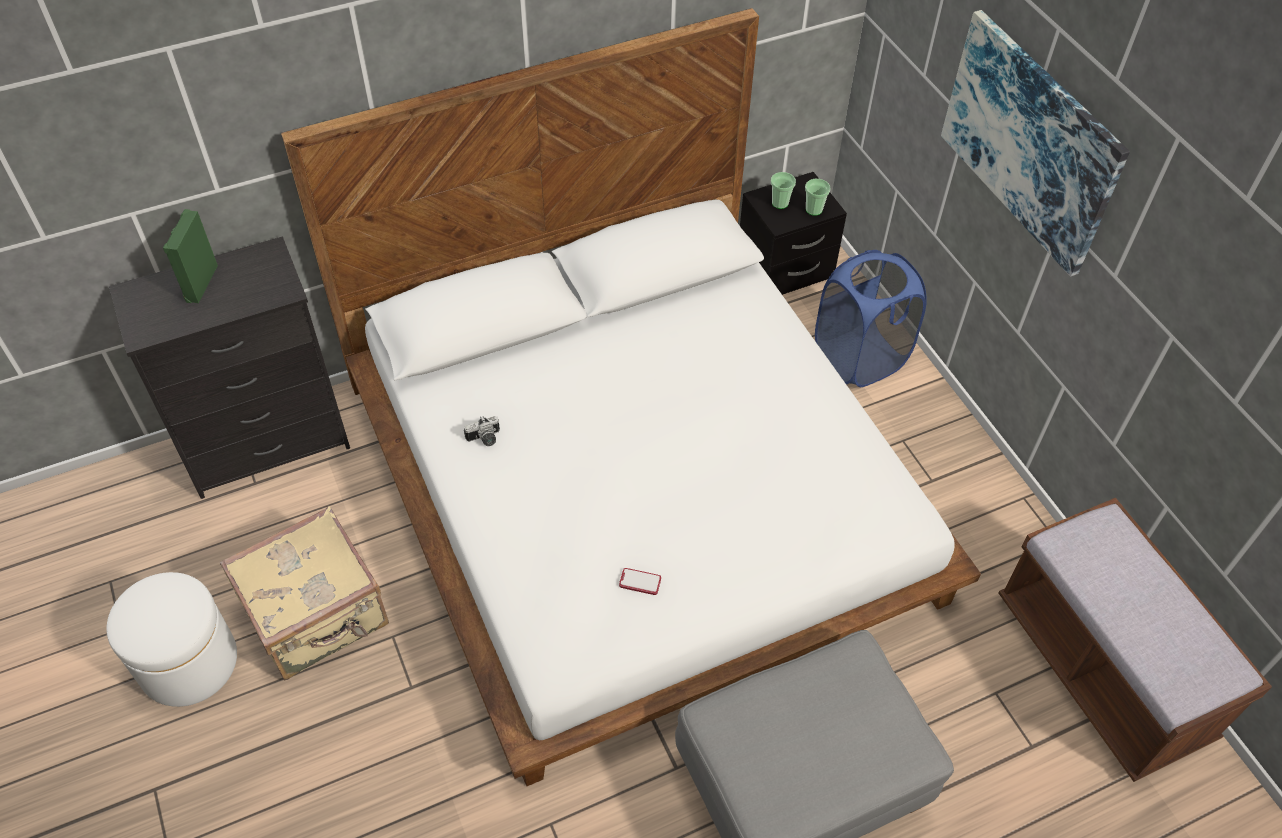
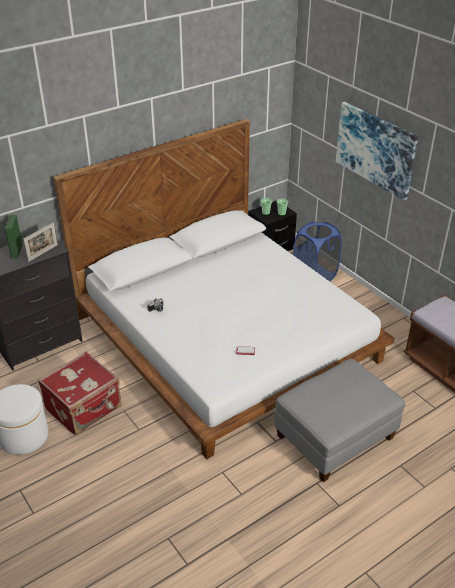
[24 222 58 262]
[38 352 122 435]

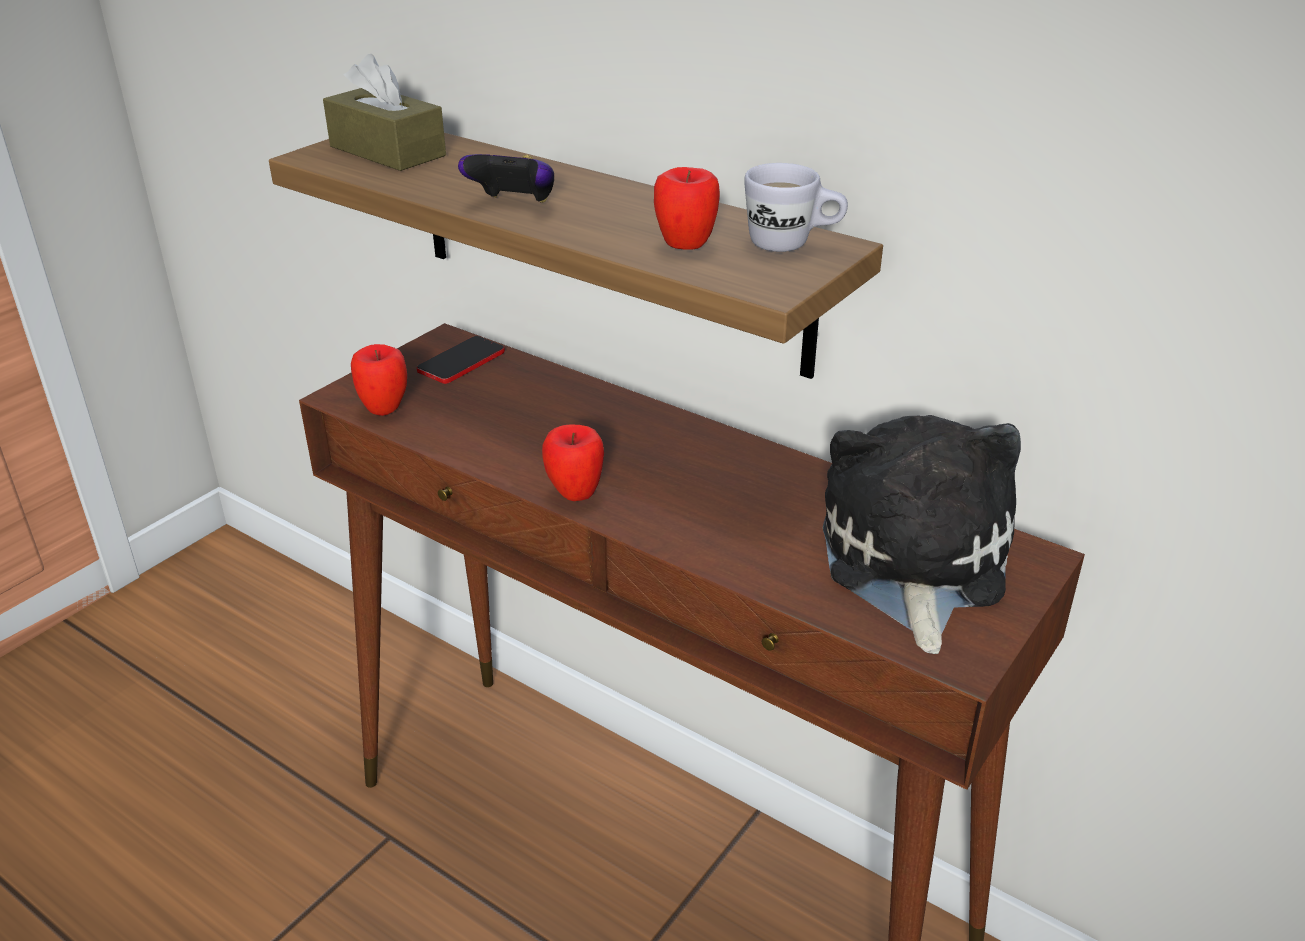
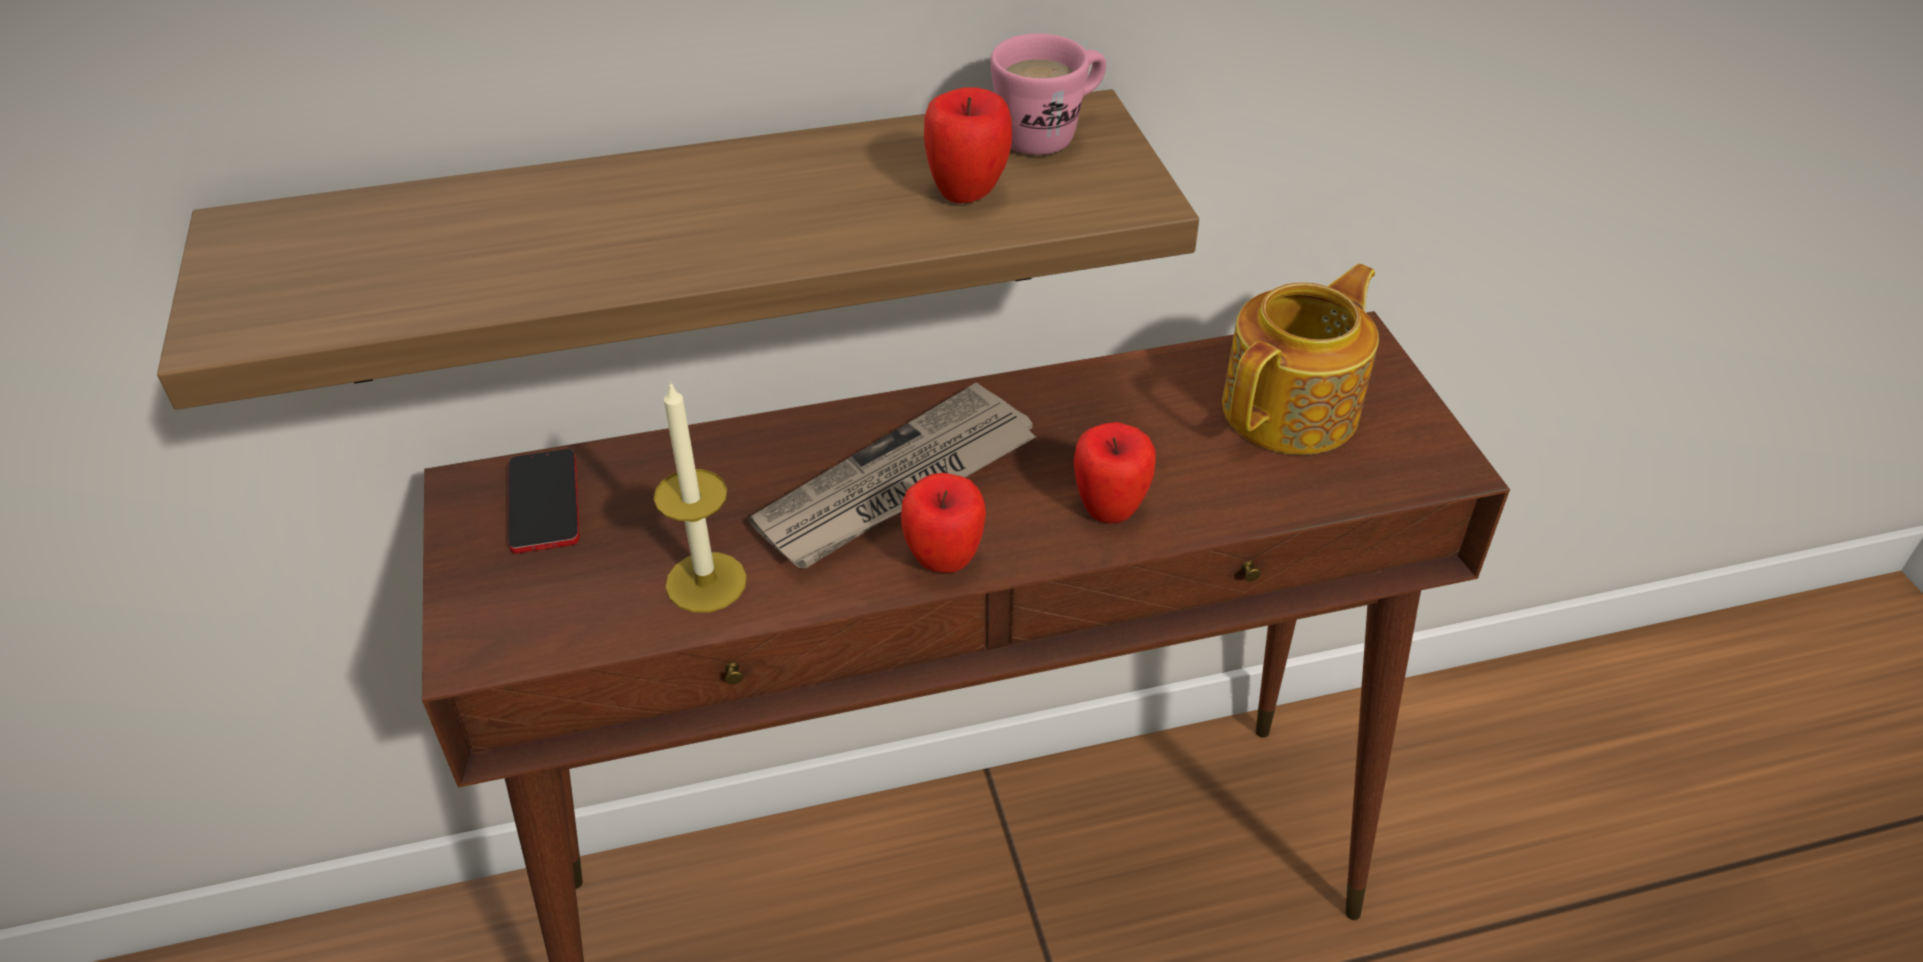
[654 381 747 613]
[748 382 1037 568]
[990 33 1106 155]
[1074 422 1156 523]
[1222 264 1379 455]
[323 54 446 171] (first image)
[458 154 554 203] (first image)

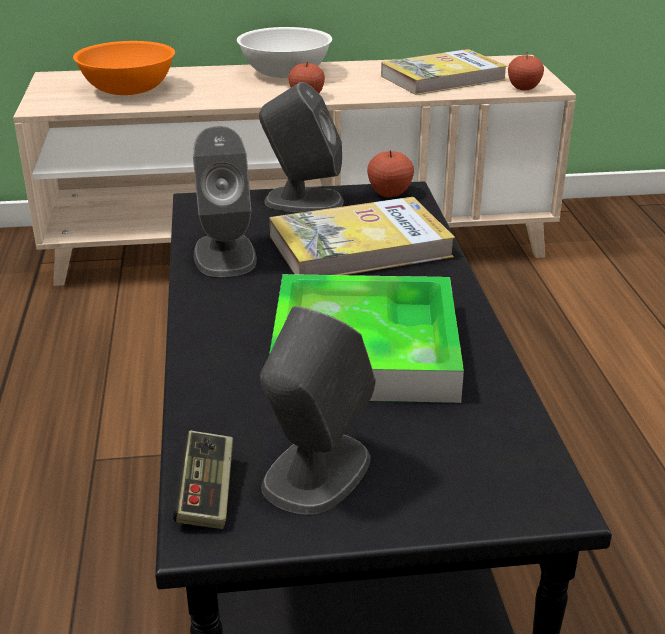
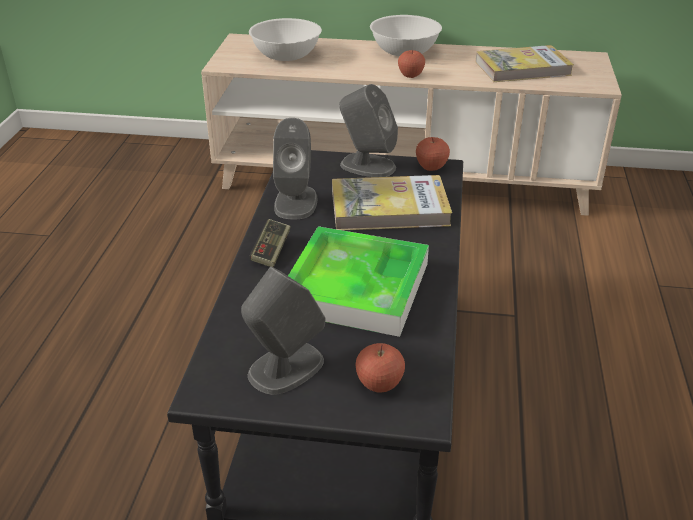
[249 18 322 61]
[250 219 291 267]
[355 343 405 393]

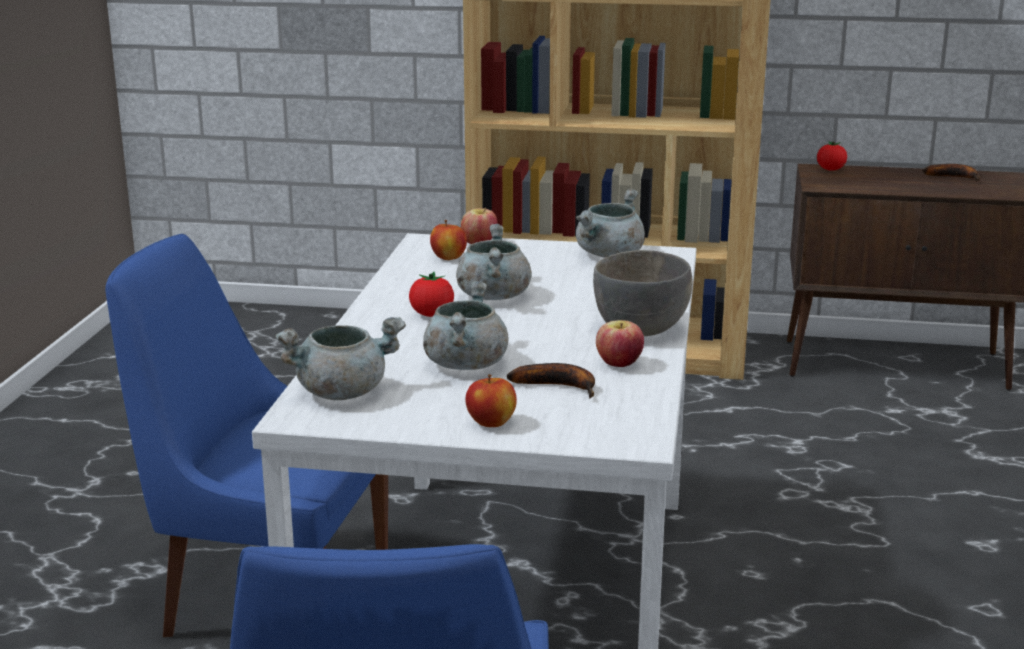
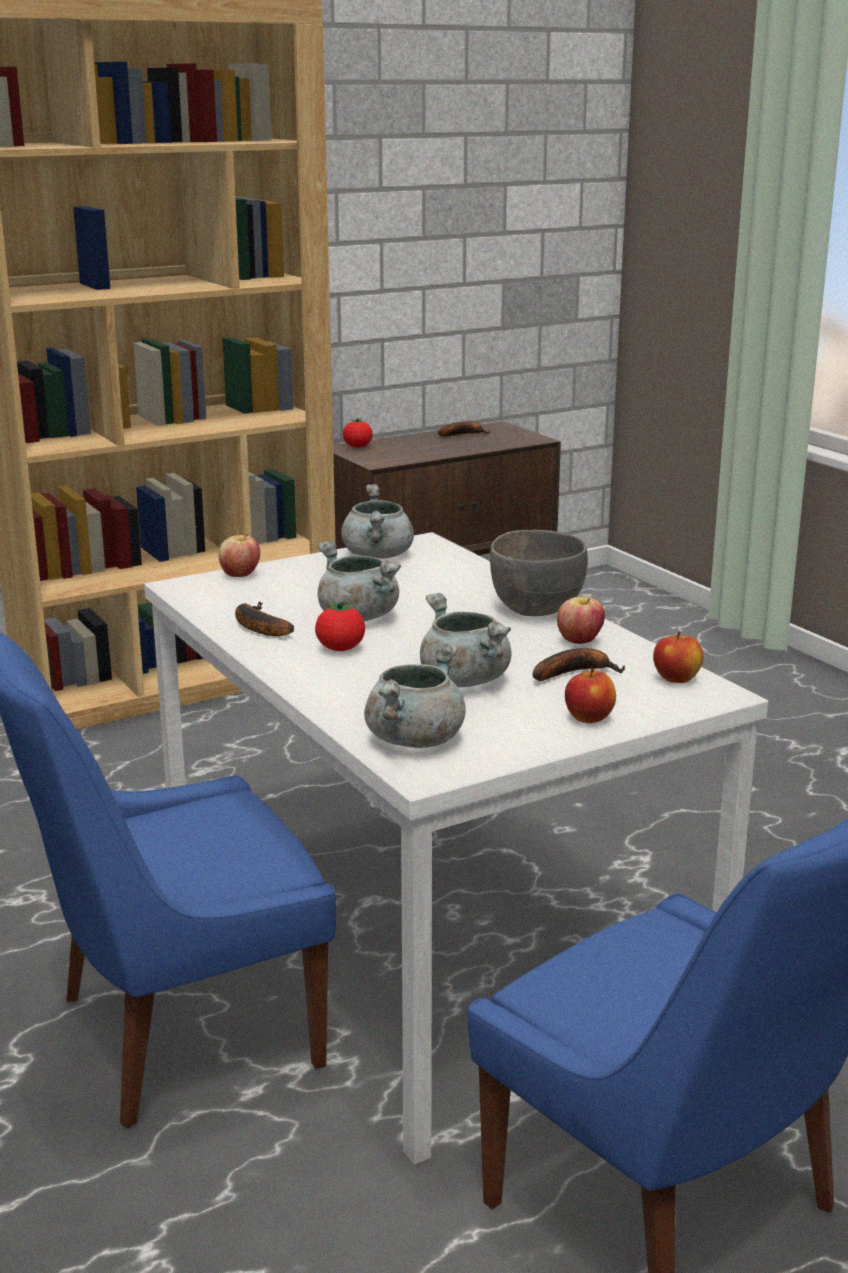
[235 601 294 637]
[653 631 703 683]

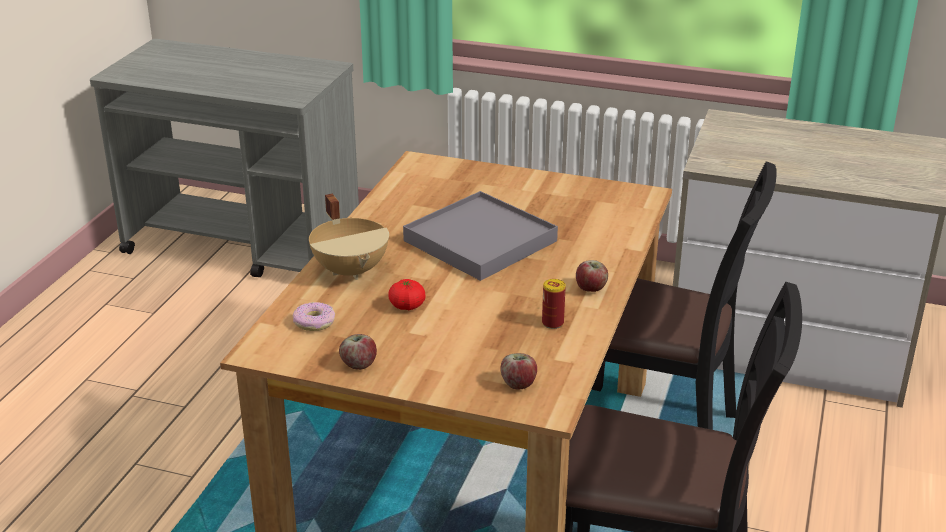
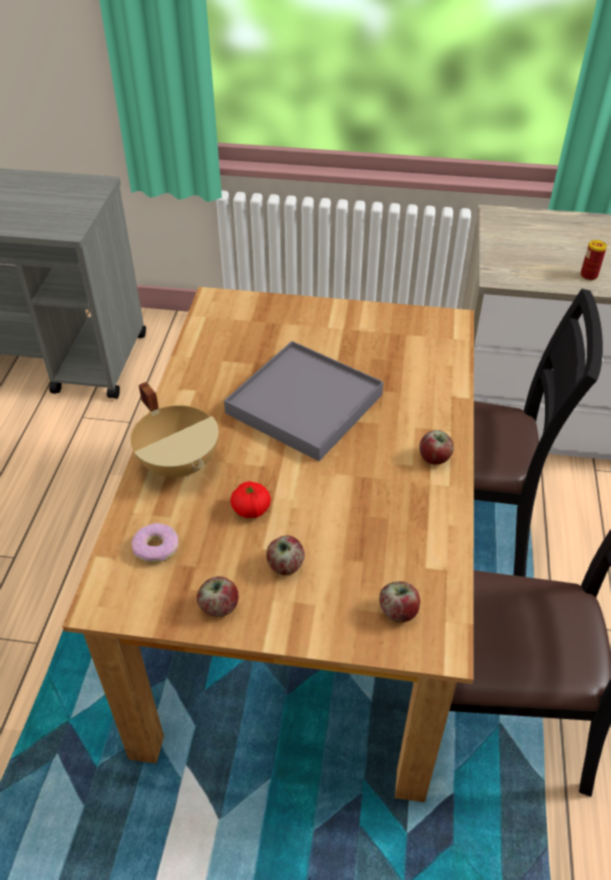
[266 535 305 575]
[580 240 607 280]

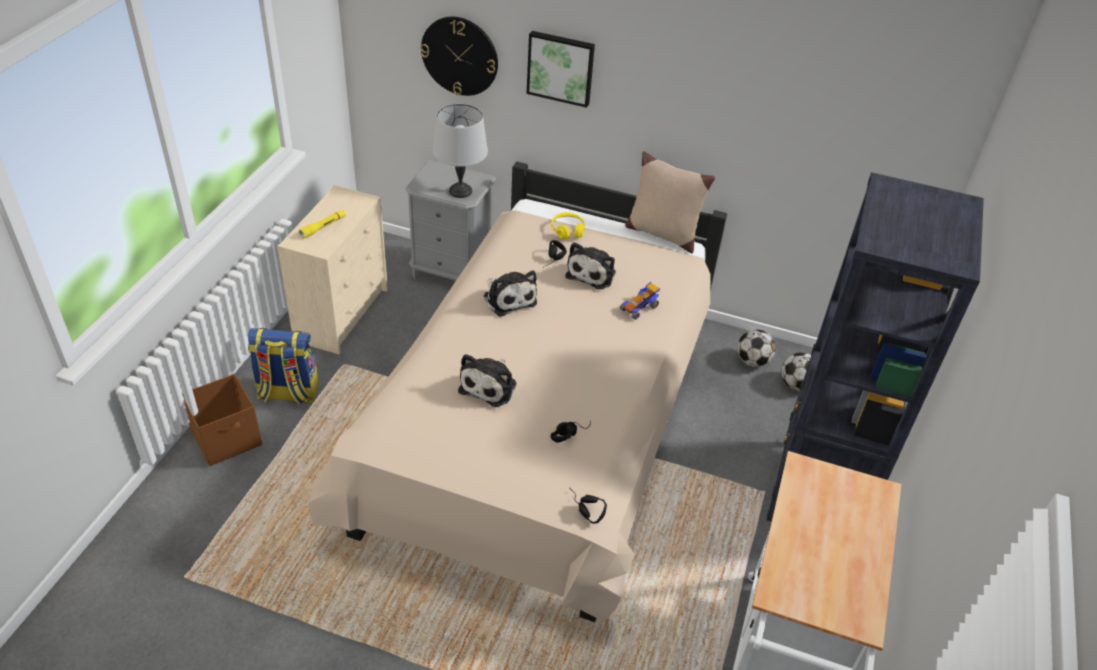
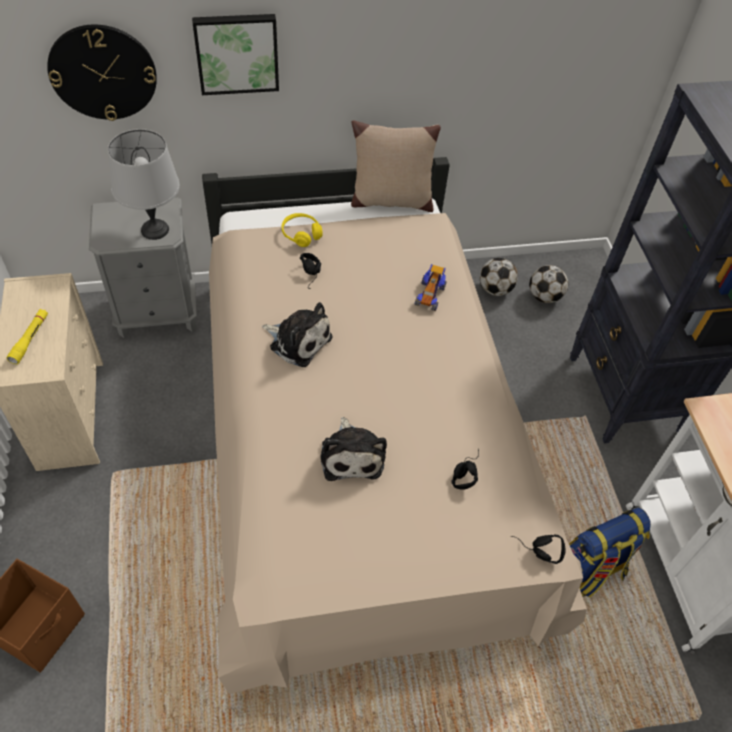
[569 508 651 597]
[565 242 616 289] (first image)

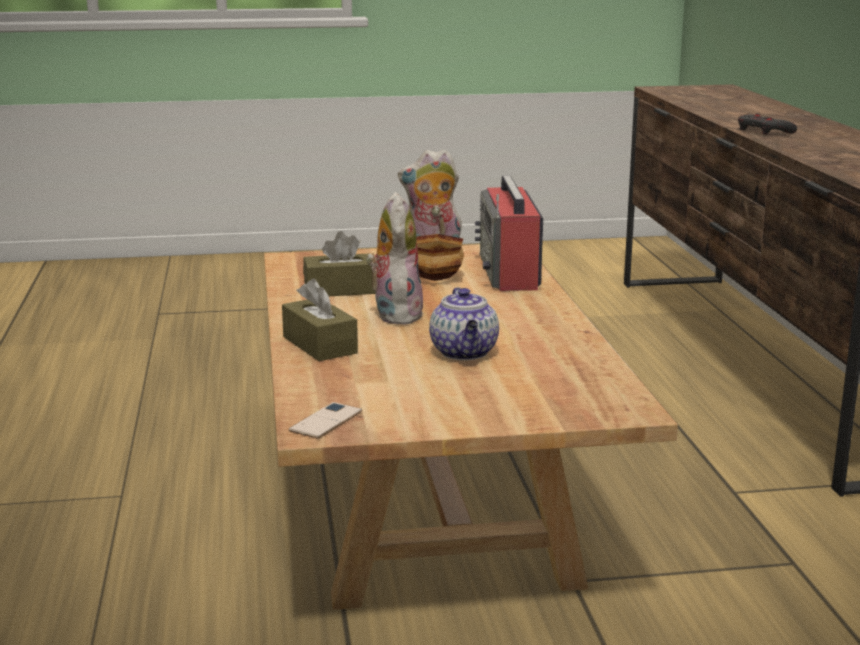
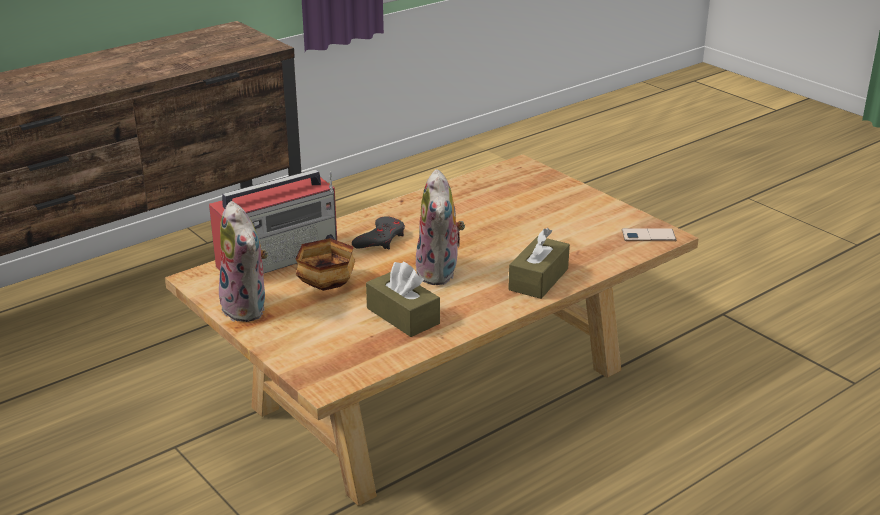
[352 216 405 249]
[416 169 465 285]
[429 287 499 361] (first image)

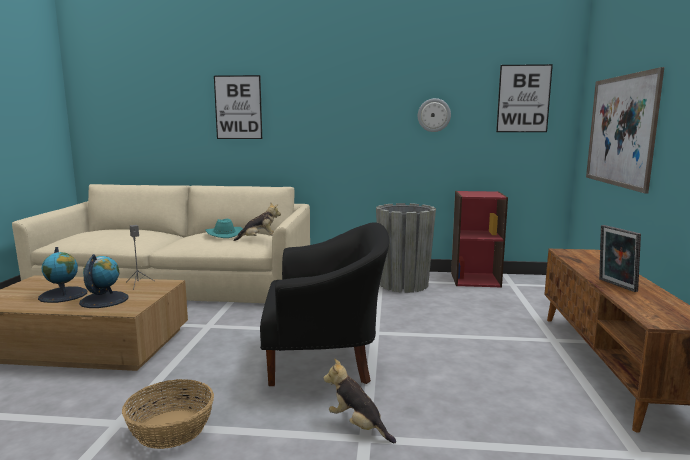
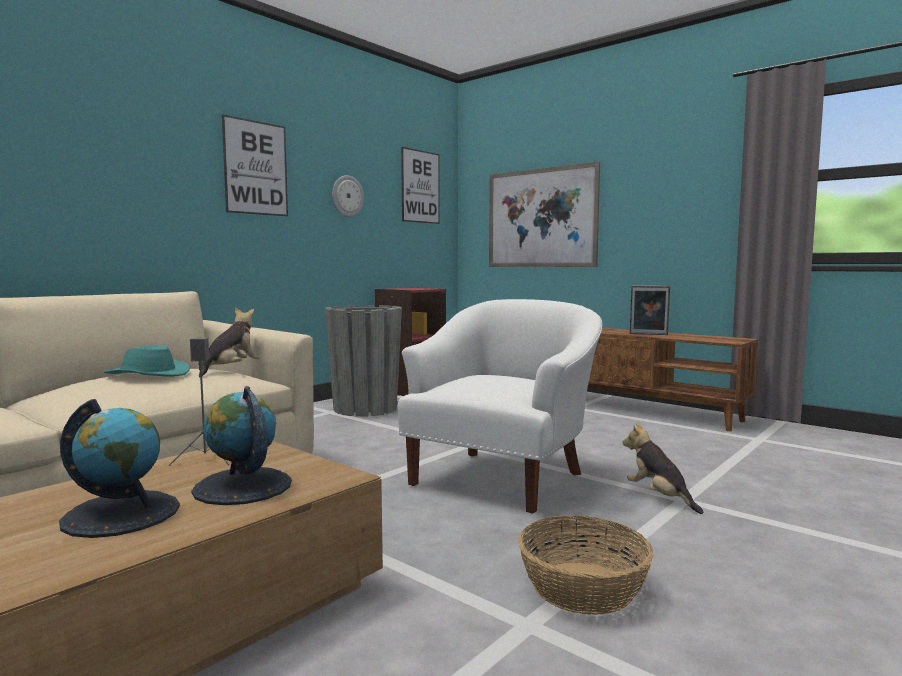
[222 115 288 216]
[397 299 602 514]
[623 422 704 514]

